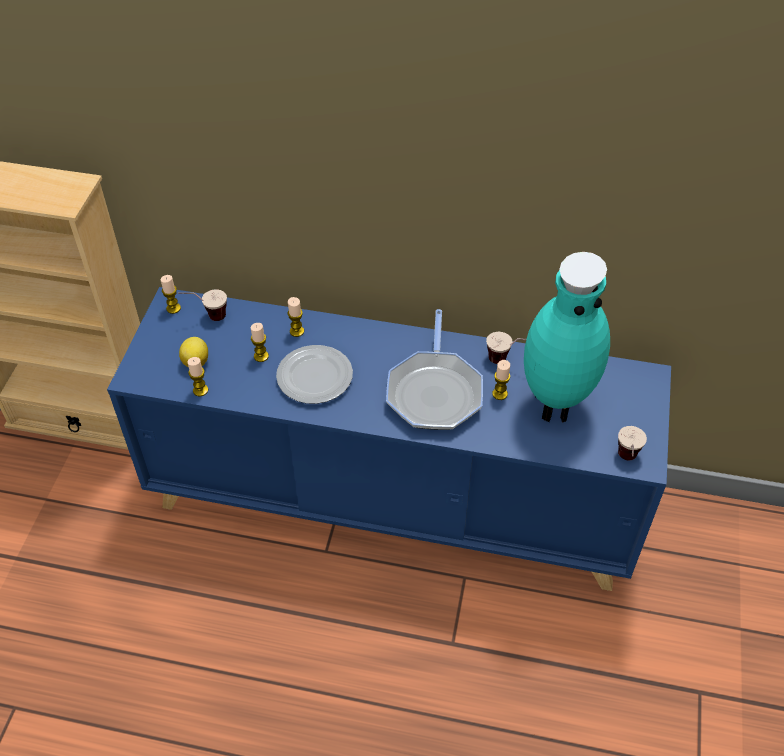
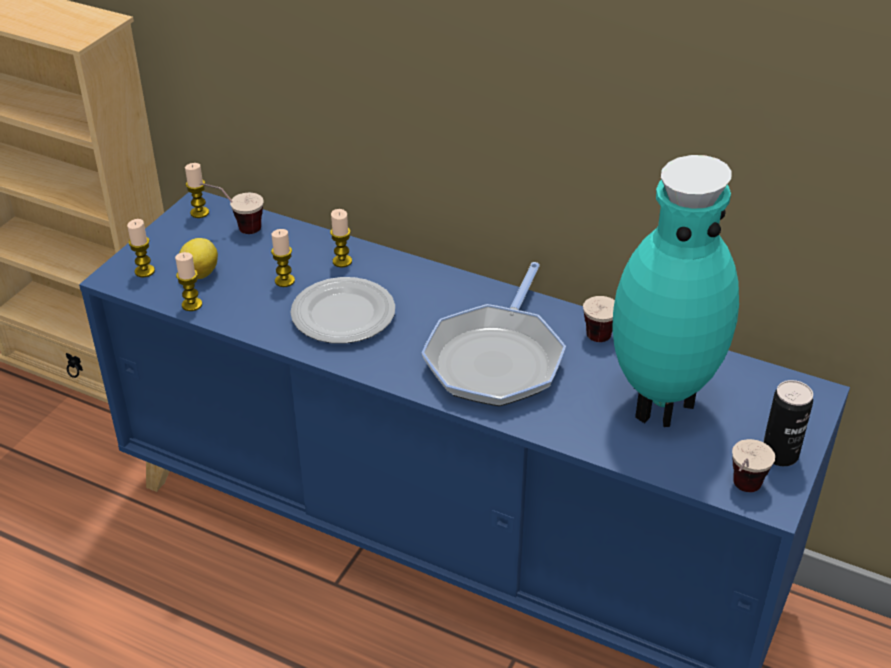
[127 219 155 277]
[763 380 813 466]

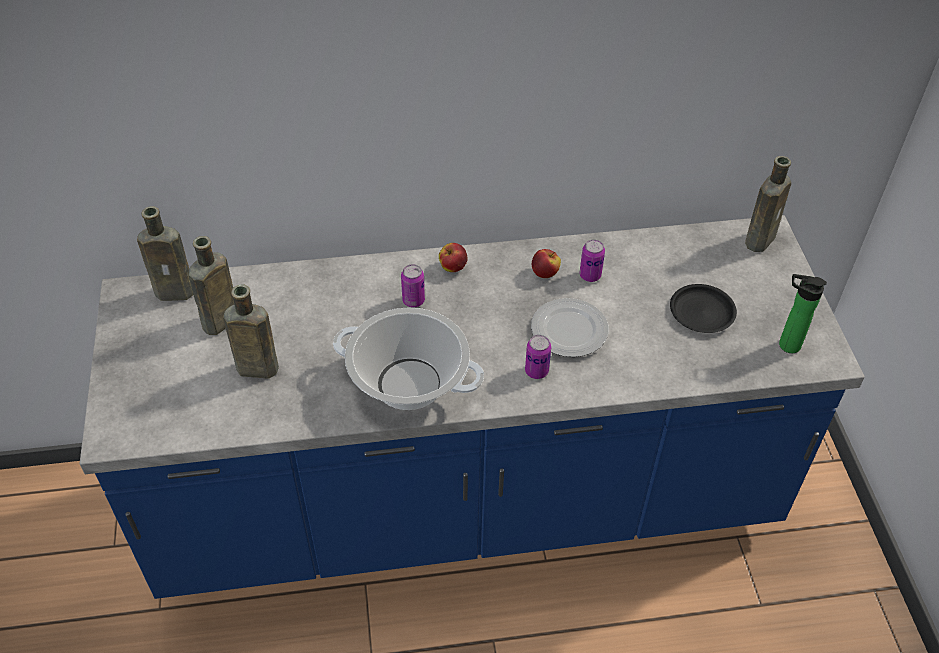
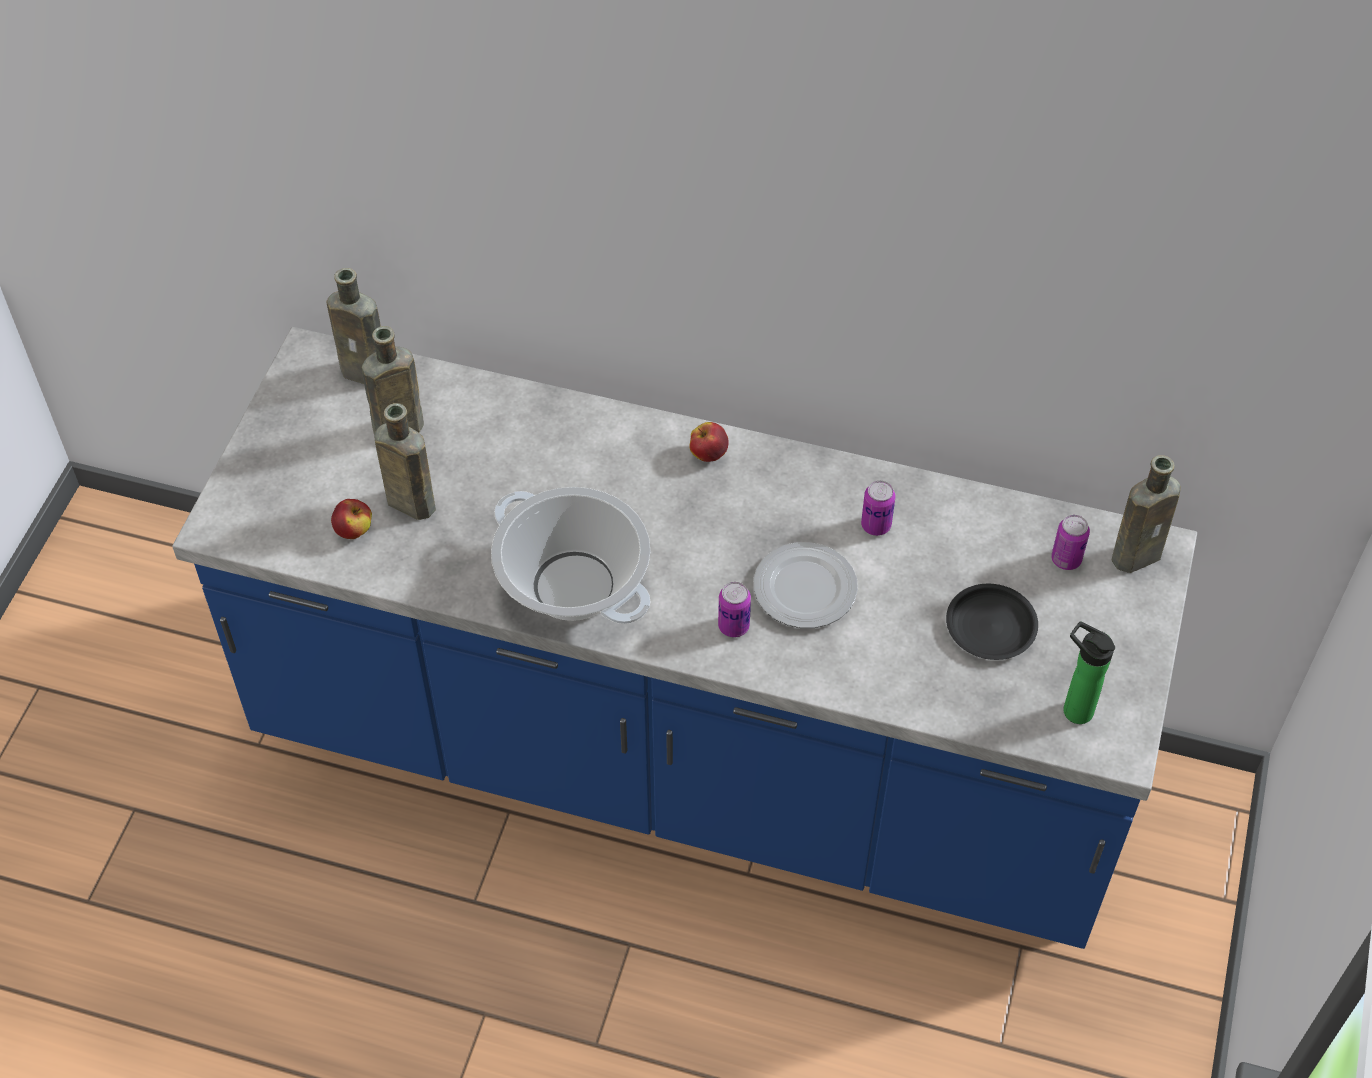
[331 499 372 539]
[1051 515 1090 570]

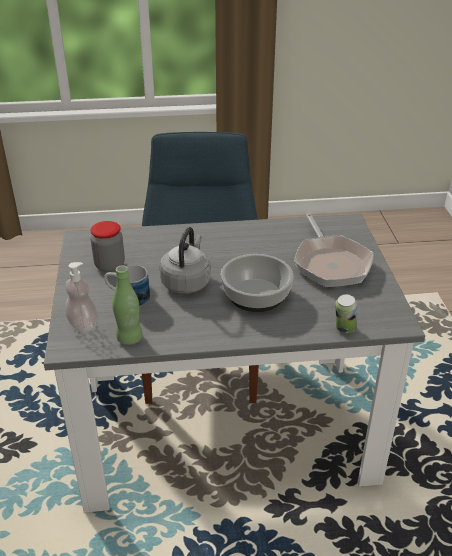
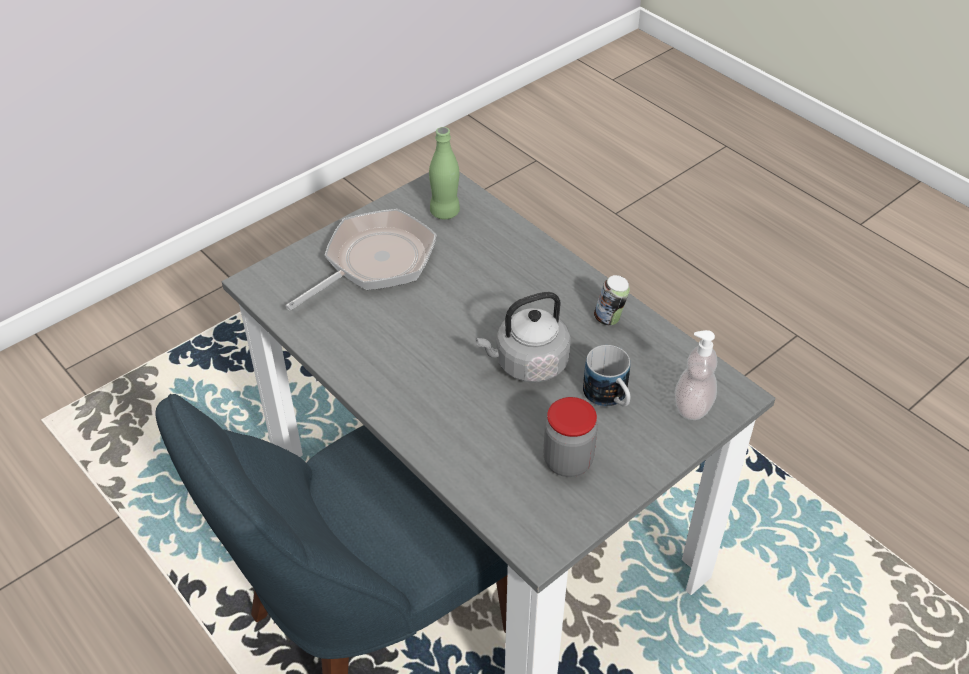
[429 127 460 219]
[594 275 630 325]
[221 254 294 312] (first image)

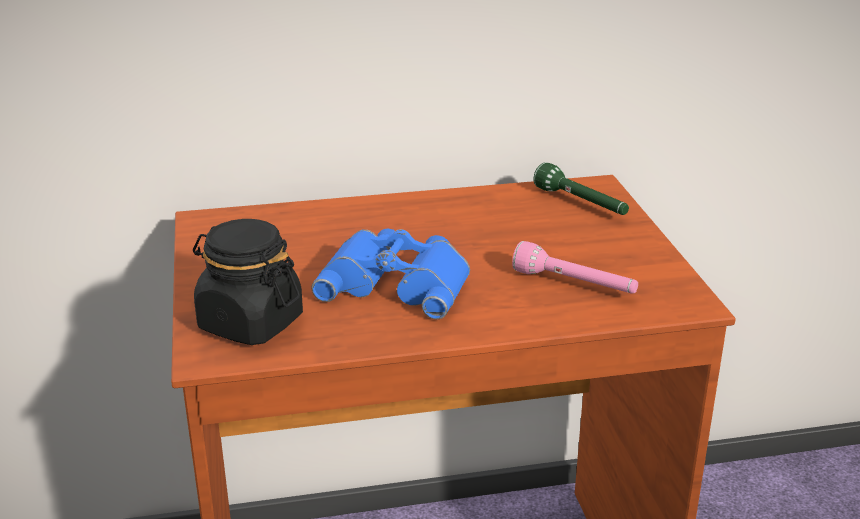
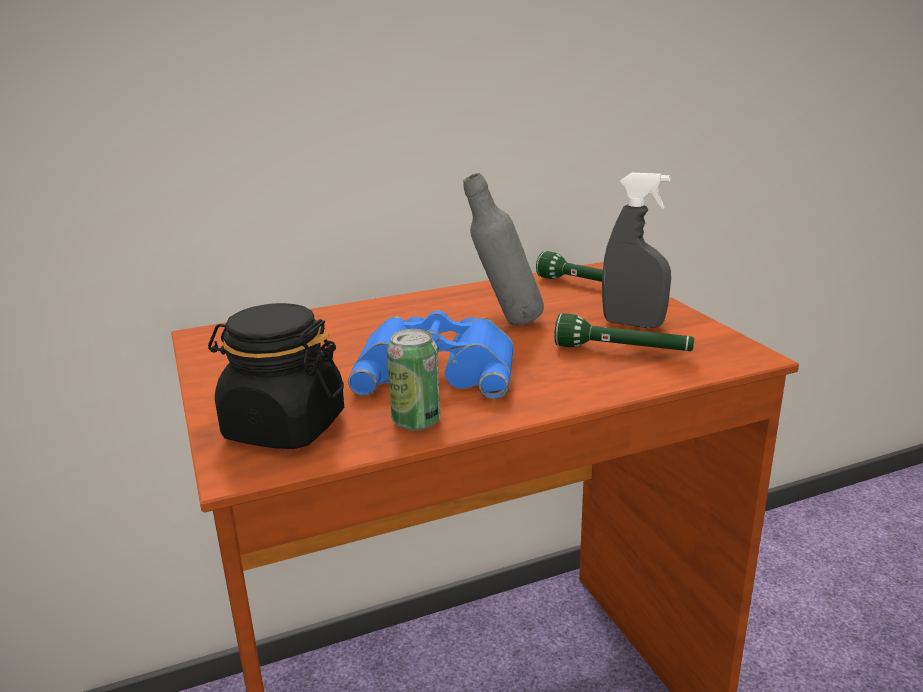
[387 329 440 431]
[463 173 544 326]
[554 313 694 351]
[602 173 671 328]

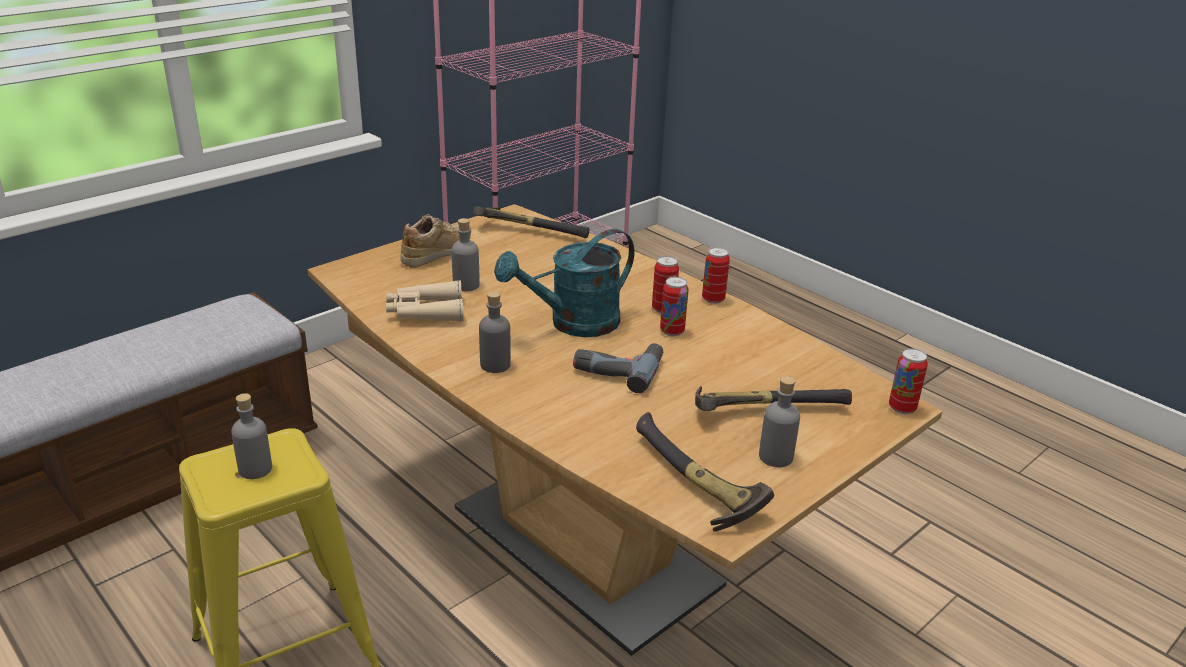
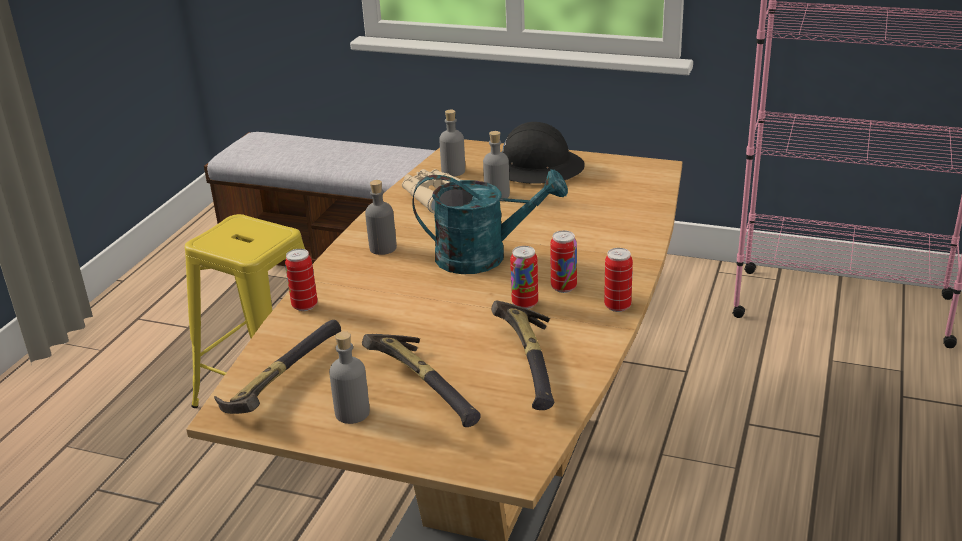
[285 249 318 311]
[412 169 568 274]
[439 110 465 176]
[491 301 554 410]
[502 122 585 184]
[573 343 663 393] (first image)

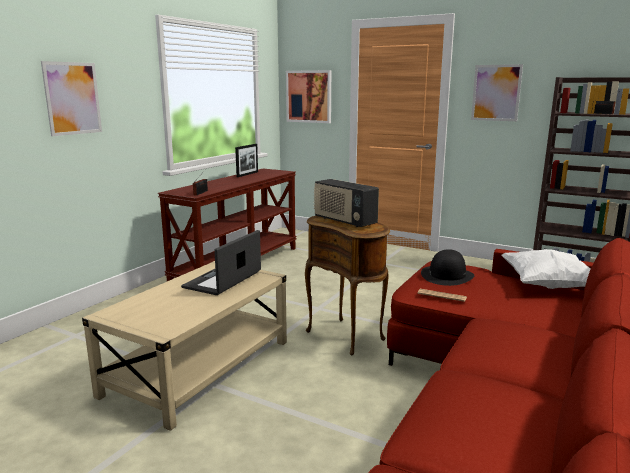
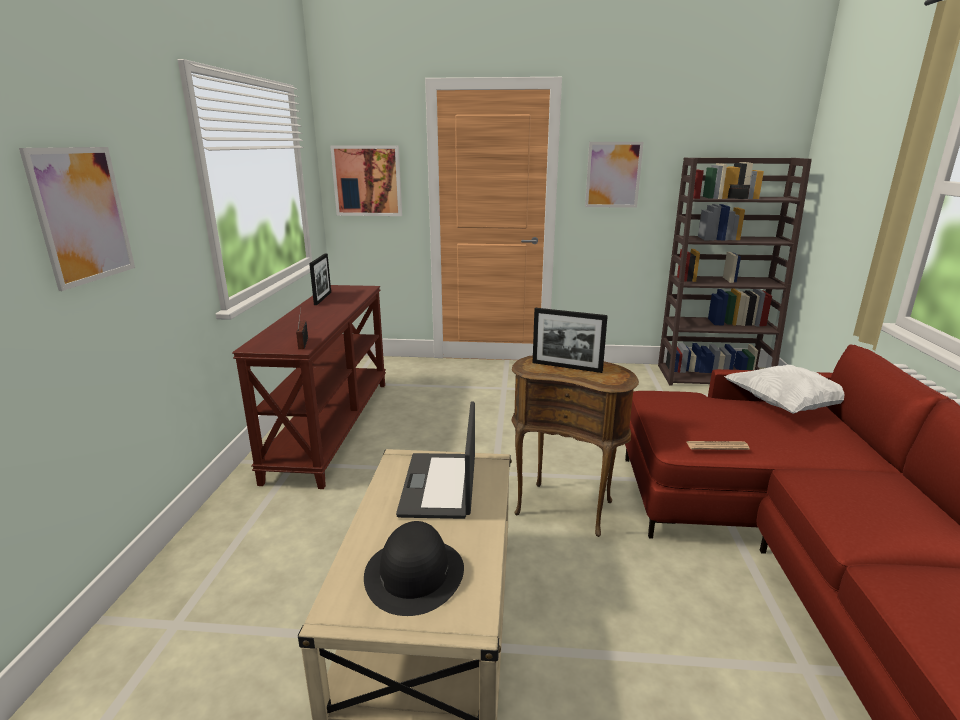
[364 521 464 616]
[533 308 608 373]

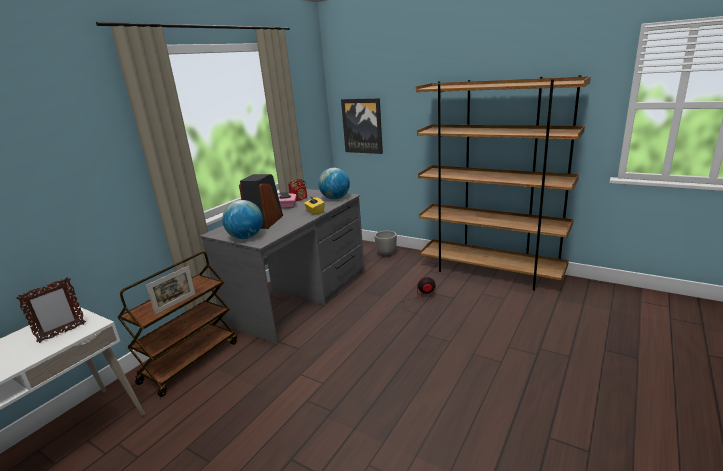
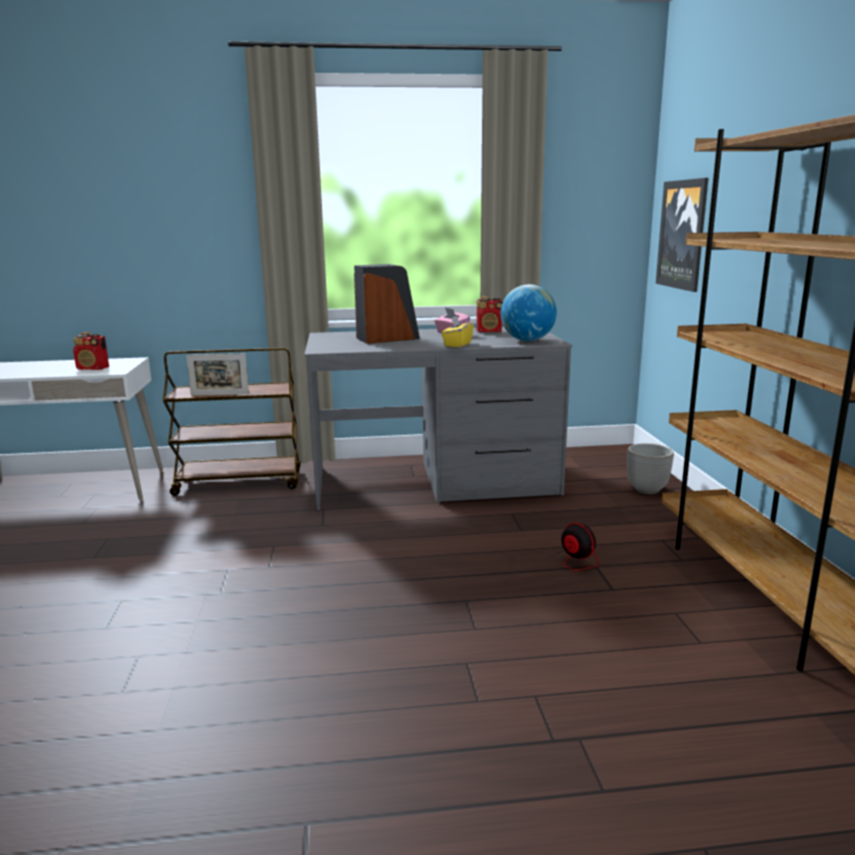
[73 332 109 370]
[222 200 263 239] (first image)

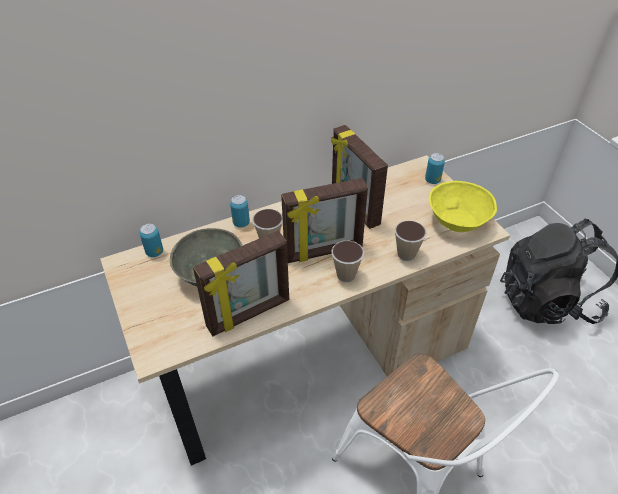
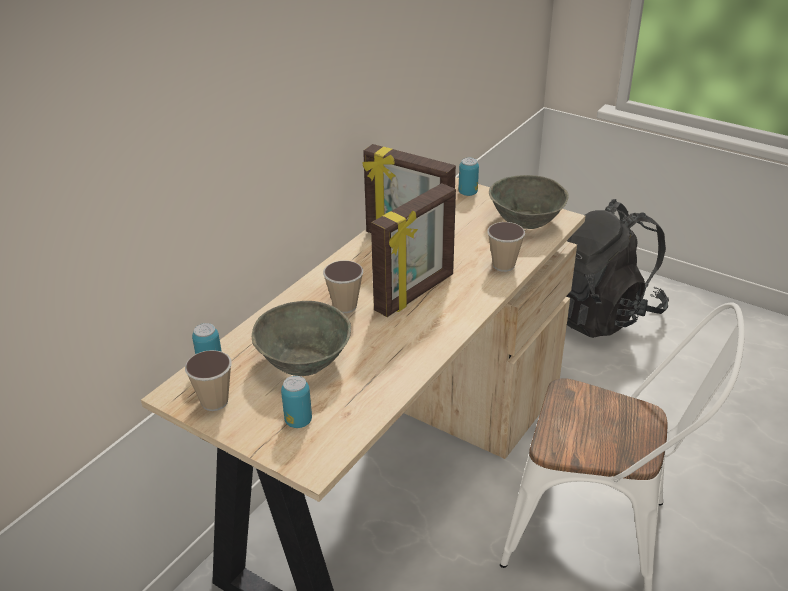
[185 350 232 411]
[281 376 312 428]
[489 175 569 229]
[193 231 289 336] (first image)

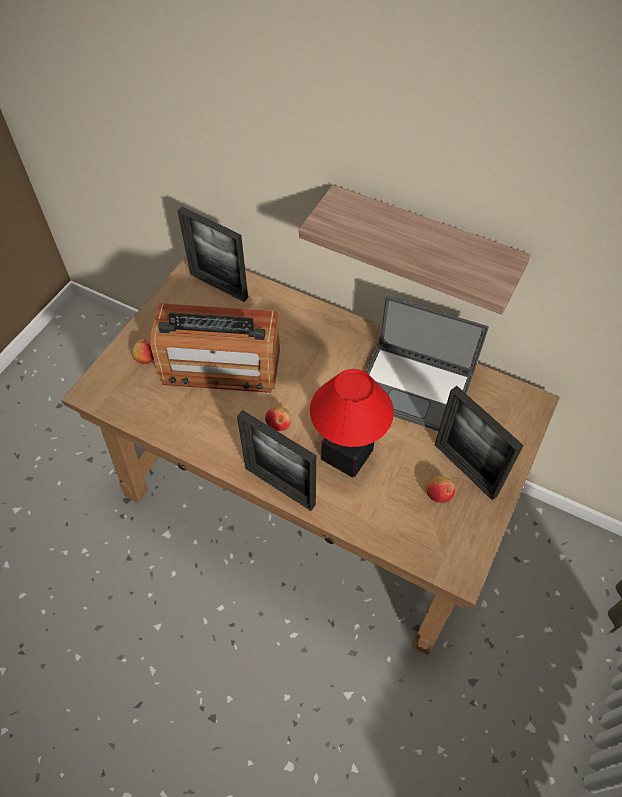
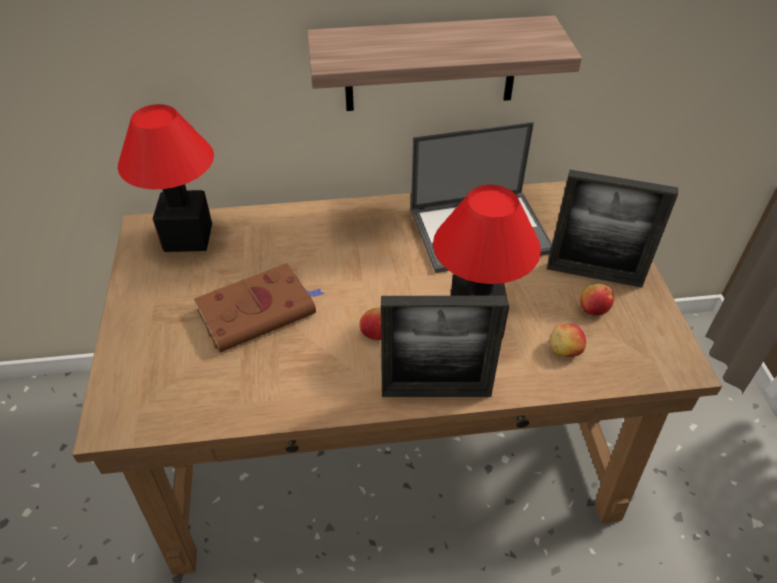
[118 104 214 252]
[194 263 324 352]
[550 325 586 357]

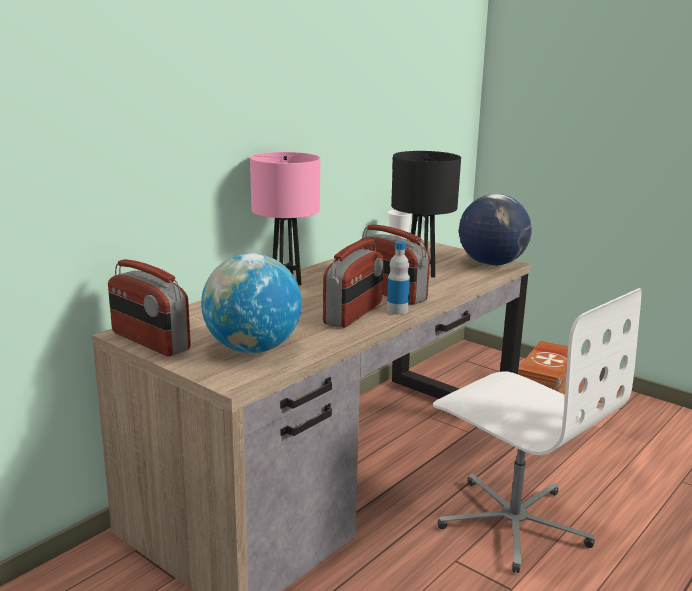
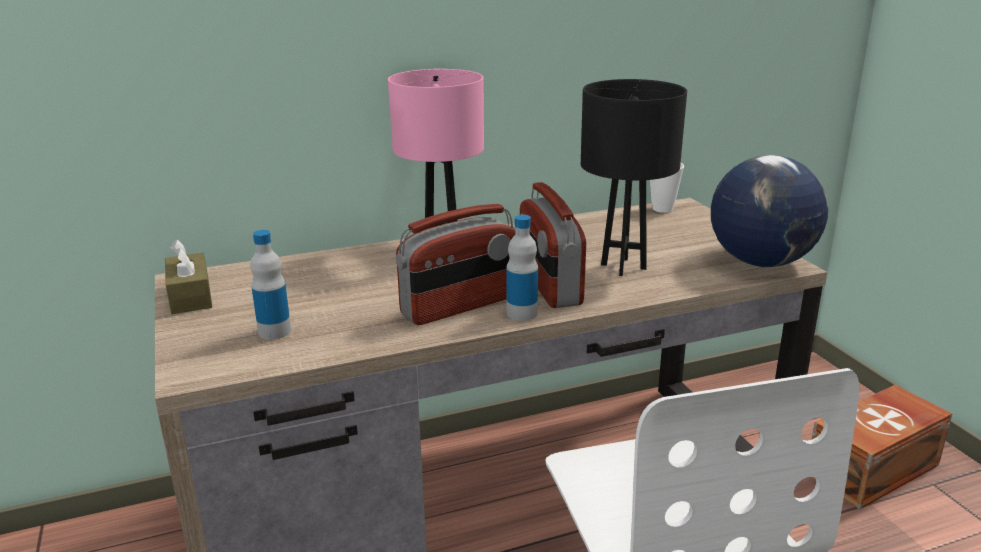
[165 239 212 314]
[250 230 291 340]

